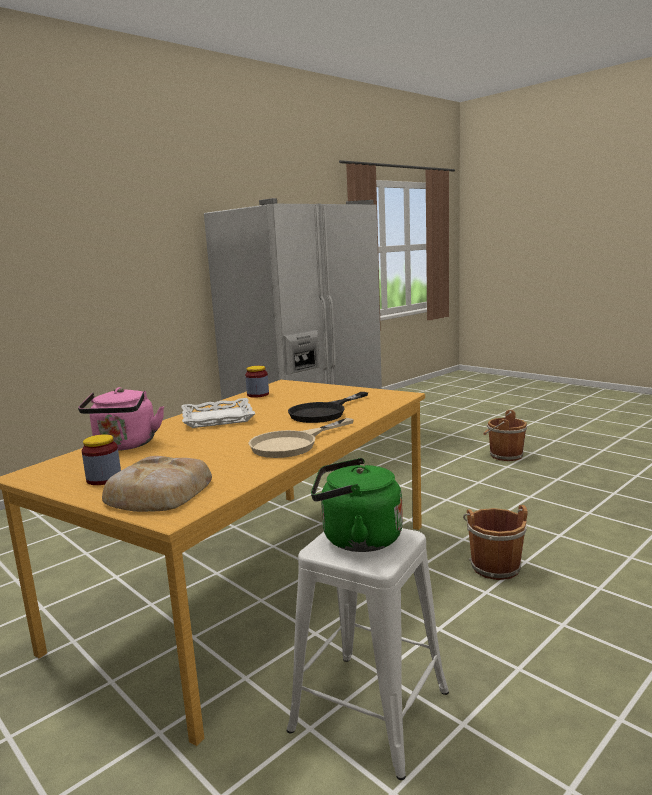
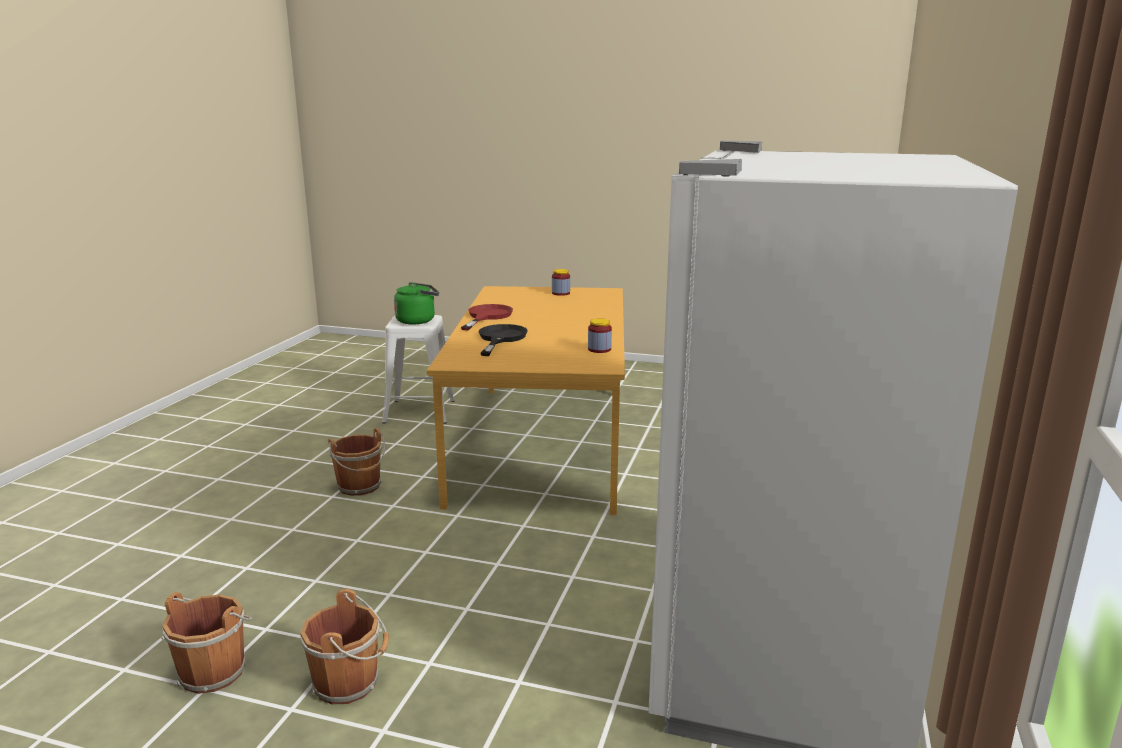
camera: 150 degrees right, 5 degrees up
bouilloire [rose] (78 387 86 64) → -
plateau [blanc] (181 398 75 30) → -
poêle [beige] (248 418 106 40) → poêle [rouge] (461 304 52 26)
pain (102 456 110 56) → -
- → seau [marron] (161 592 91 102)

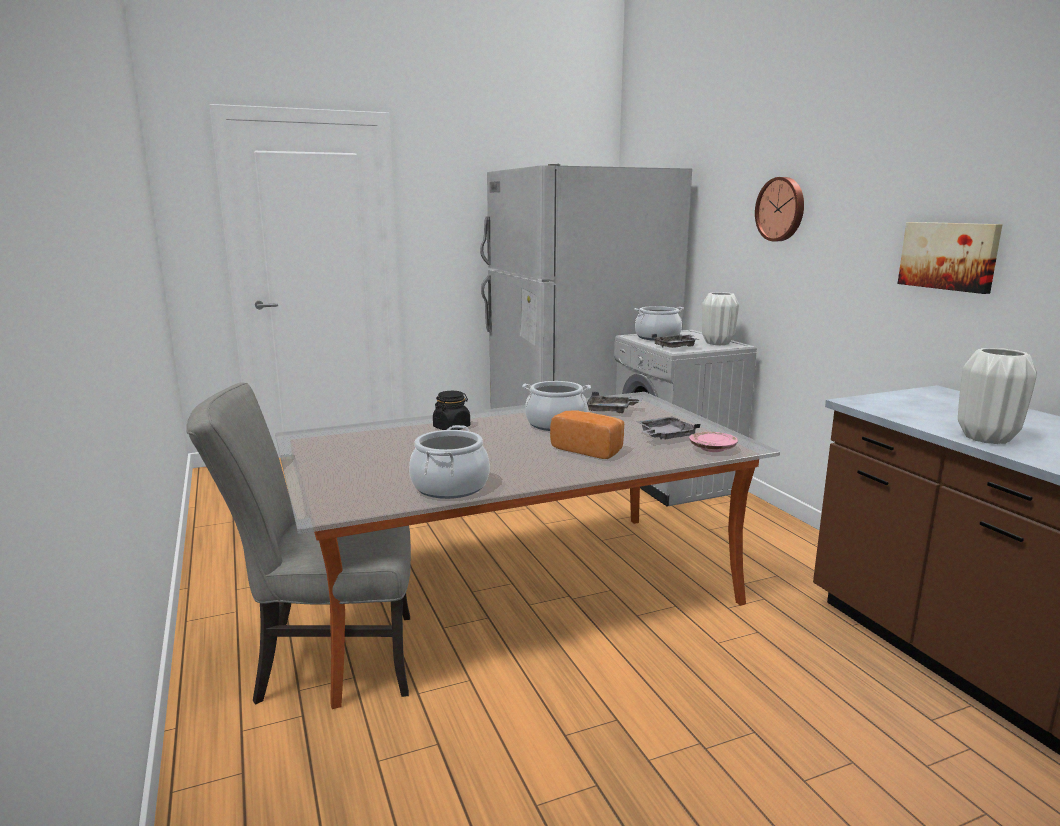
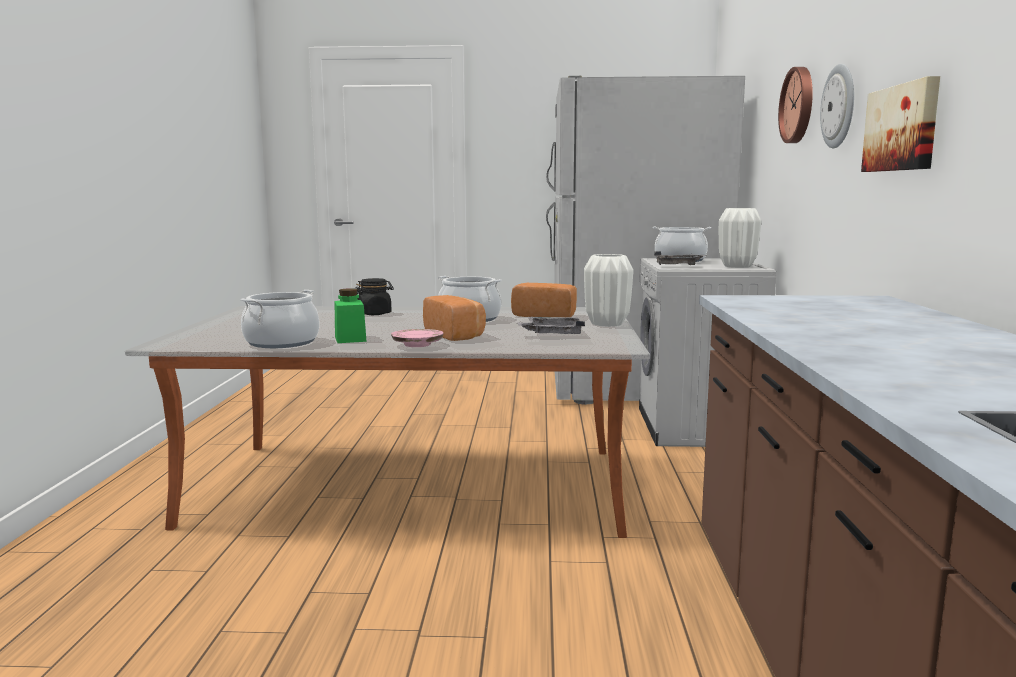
camera: 25 degrees right, 5 degrees down
vase [blanc] (958 348 79 96) → vase [blanc] (584 254 49 73), move
chaise [gris] (186 382 225 323) → -
plateau [gris] (587 392 56 21) → pain (511 283 66 34)
assiette [rose] (689 432 49 20) → assiette [rose] (391 329 52 18), move
- → horloge murale (820 64 34 84)
- → bocal [vert] (334 288 33 55)

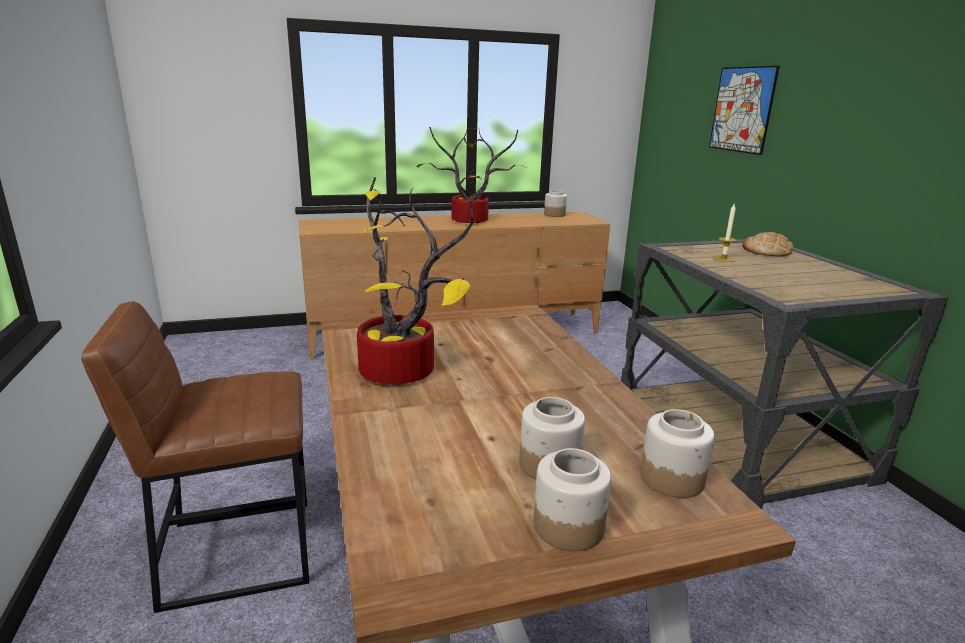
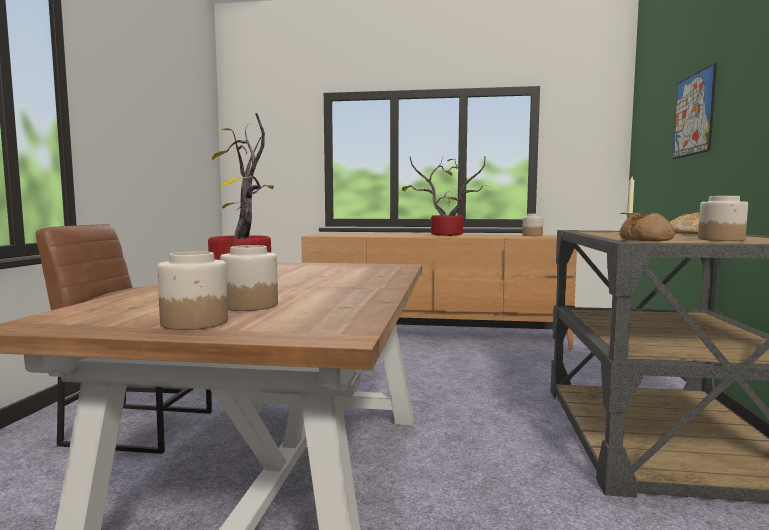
camera: 25 degrees right, 15 degrees down
bocal (640 409 75 89) → bocal (698 196 50 45), move
- → pain (620 213 55 28)

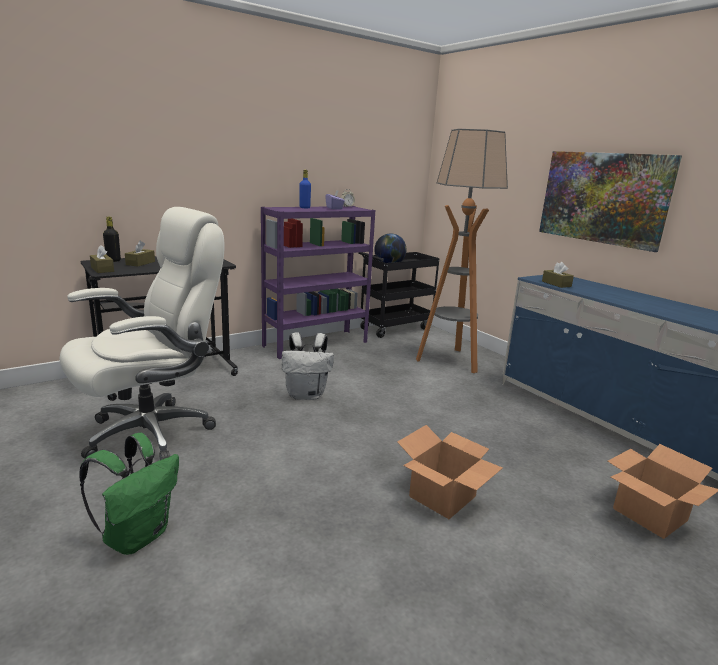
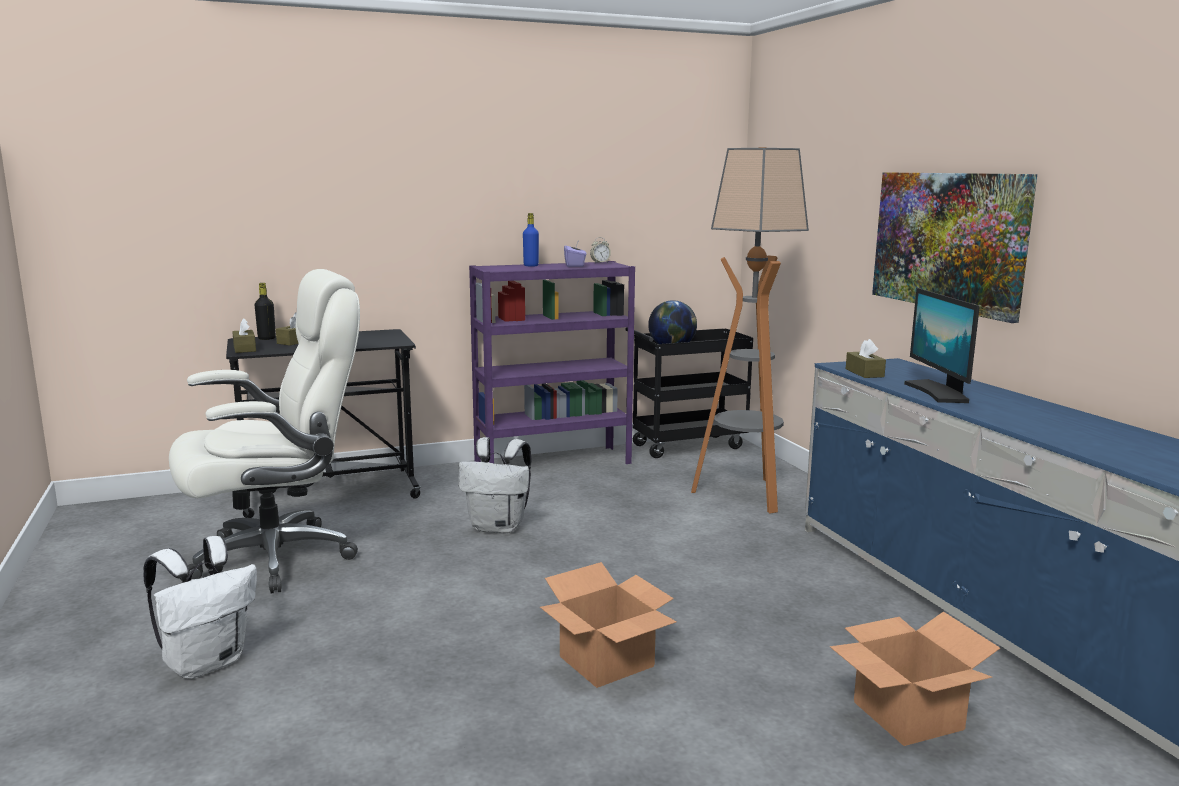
camera: 15 degrees right, 5 degrees down
sac à dos [vert] (79 433 100 122) → sac à dos [blanc] (143 536 114 143)
- → écran d'ordinateur (904 288 76 115)

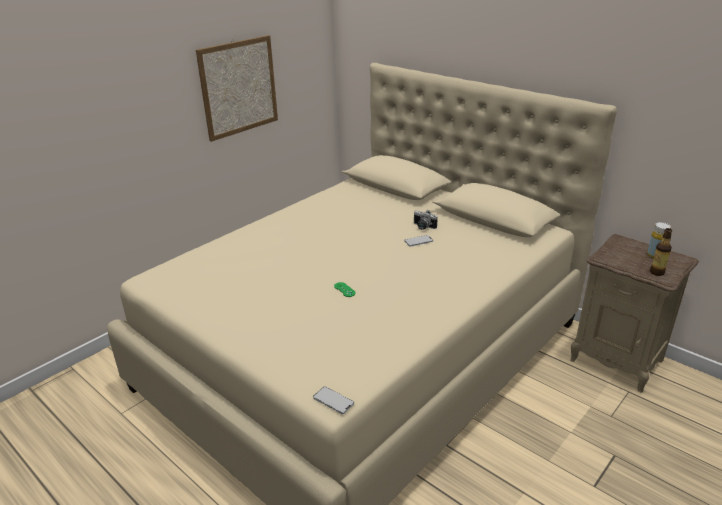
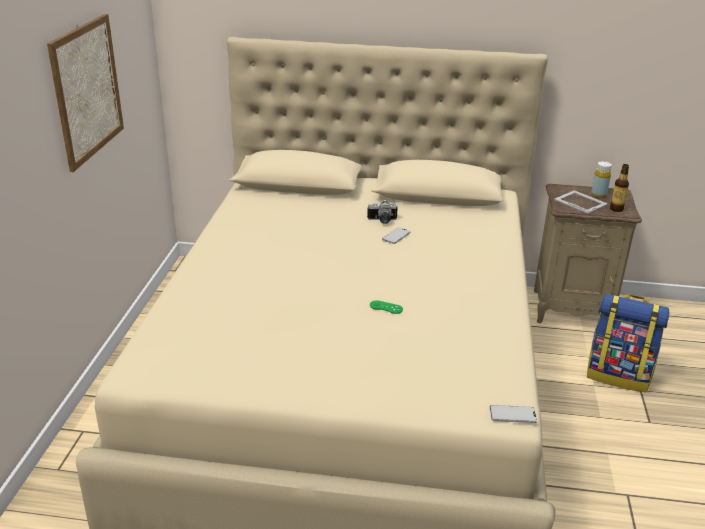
camera: 35 degrees left, 0 degrees up
- → cadre photo (554 190 54 24)
- → sac à dos (587 294 82 99)

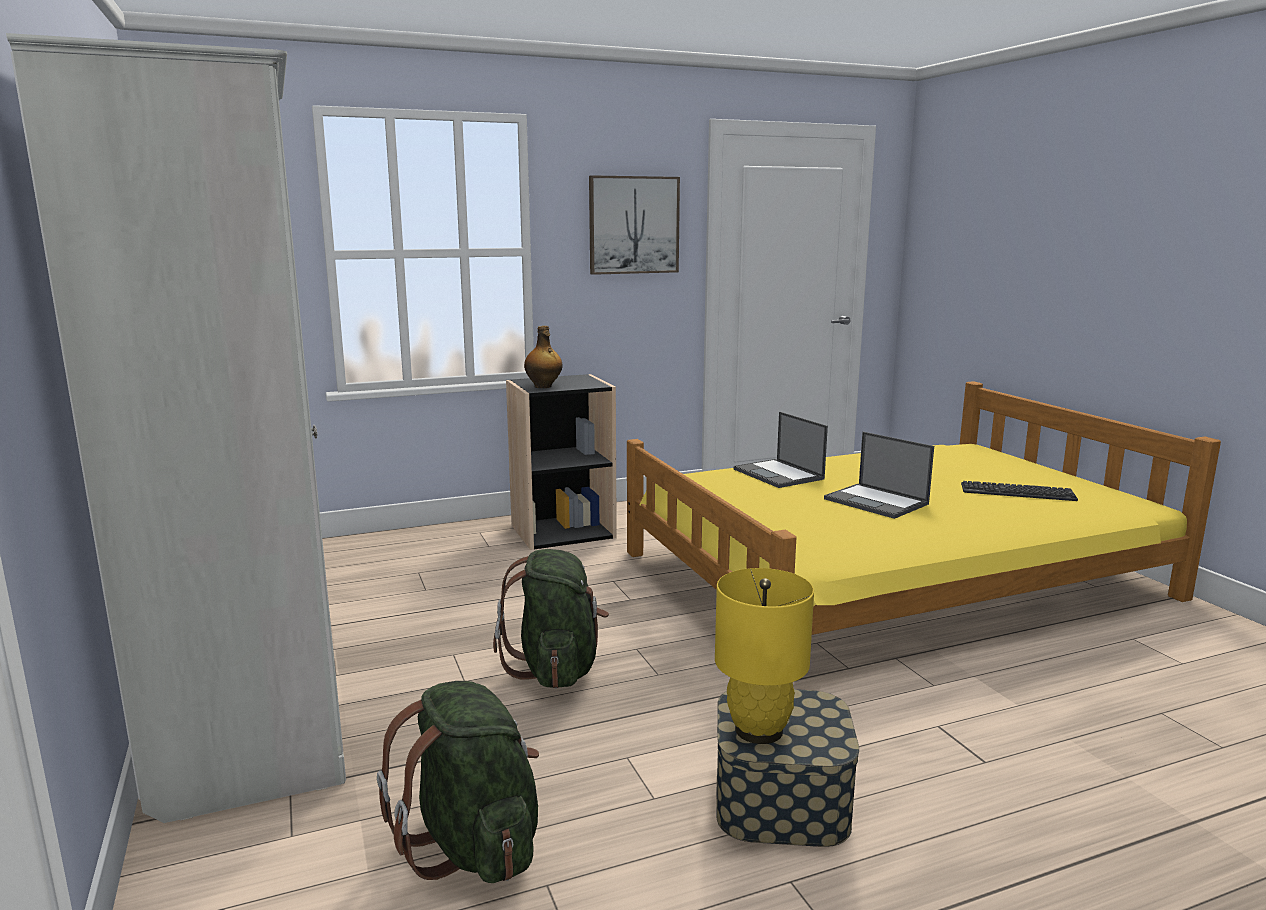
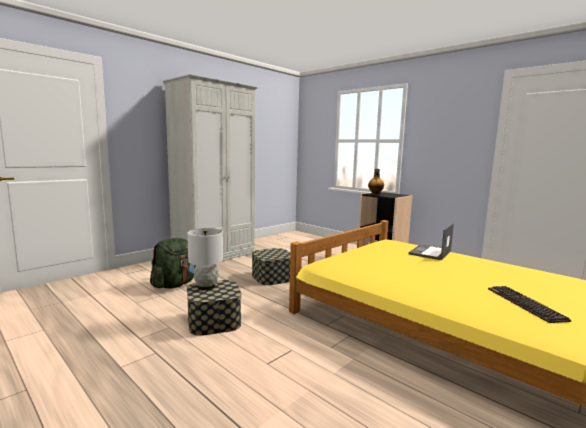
camera: 65 degrees right, 5 degrees down
tableau (589 175 91 100) → -
ordinateur portable (824 432 110 87) → -
sac à dos [vert] (493 549 116 139) → boîte de rangement (252 248 38 37)
lampe de table [jaune] (715 568 99 176) → lampe de table [blanc] (187 228 36 62)

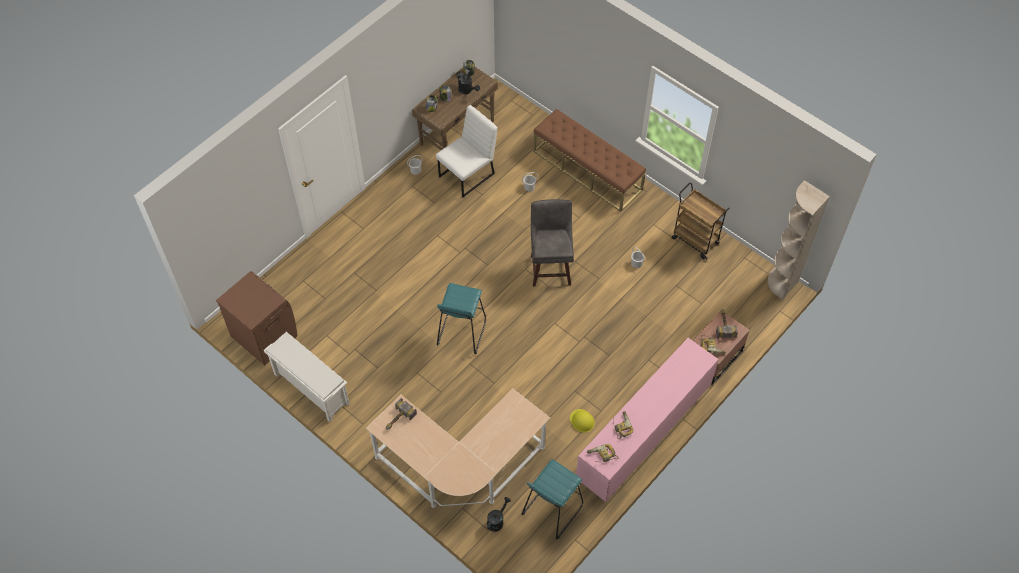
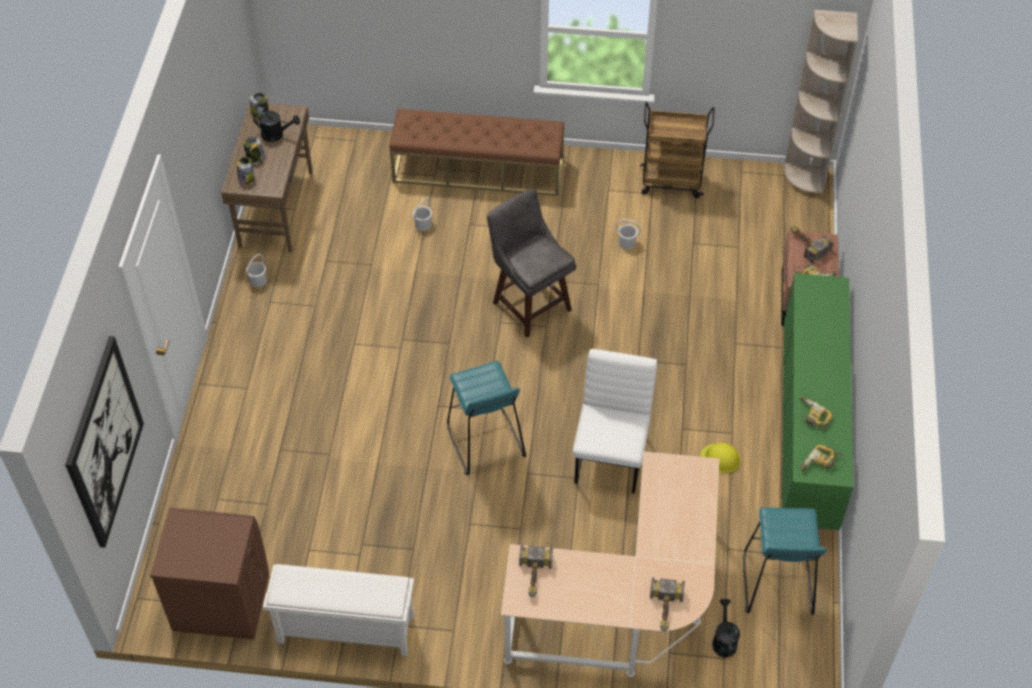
camera: 35 degrees left, 5 degrees down
chaise [blanc] (436 105 61 92) → chaise [blanc] (573 349 84 145), move
meuble de rangement [rose] (576 338 143 164) → meuble de rangement [vert] (782 273 72 257)
- → tableau (65 336 79 212)
- → marteau (650 577 35 55)

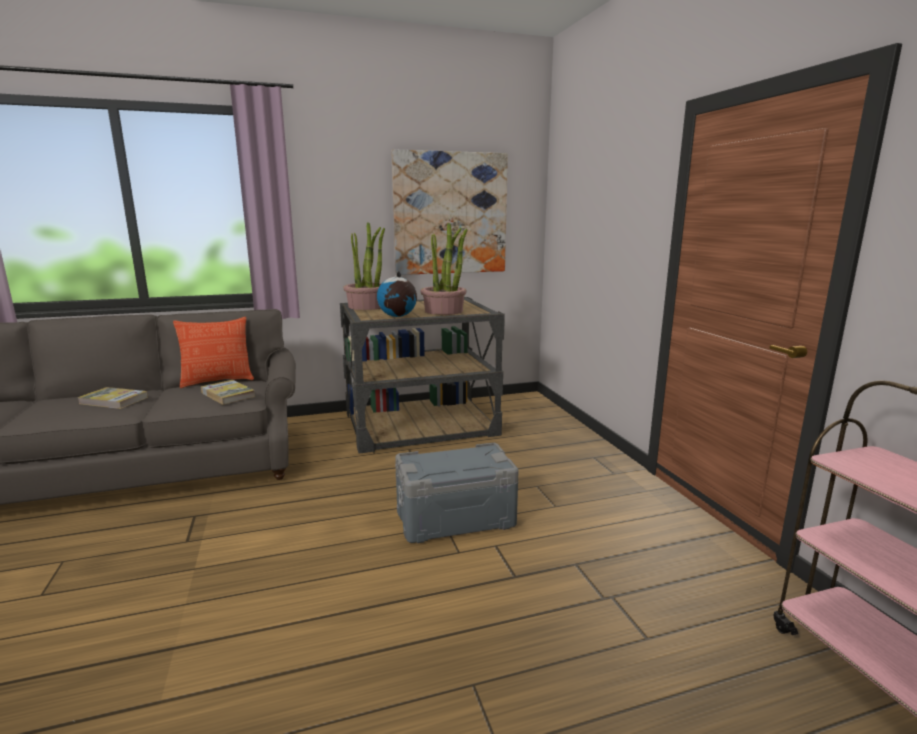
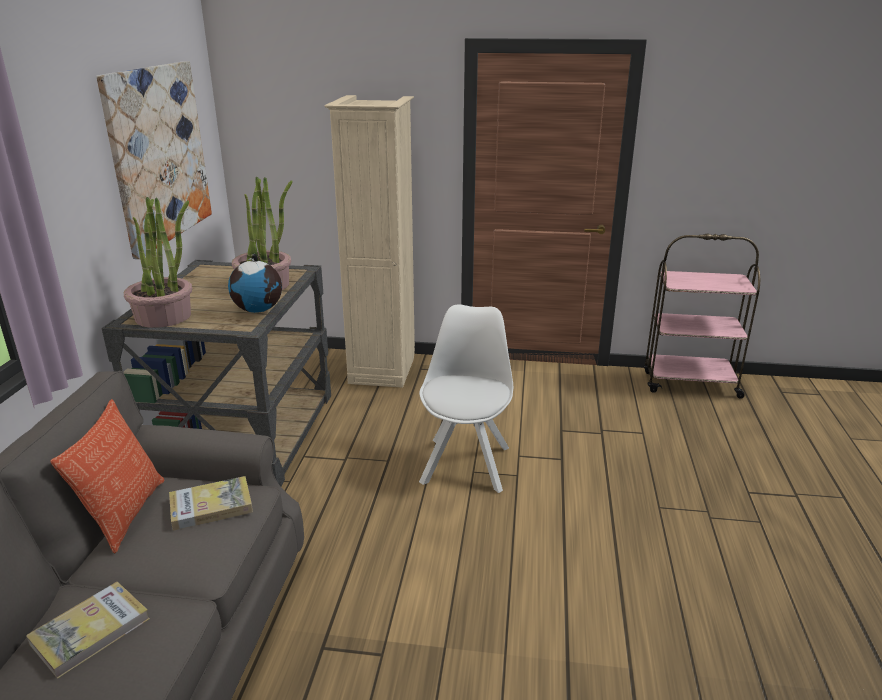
camera: 65 degrees left, 10 degrees up
boîte de rangement [gris] (395 443 124 100) → chaise [blanc] (419 304 94 189)
- → meuble de rangement [beige] (325 95 90 293)

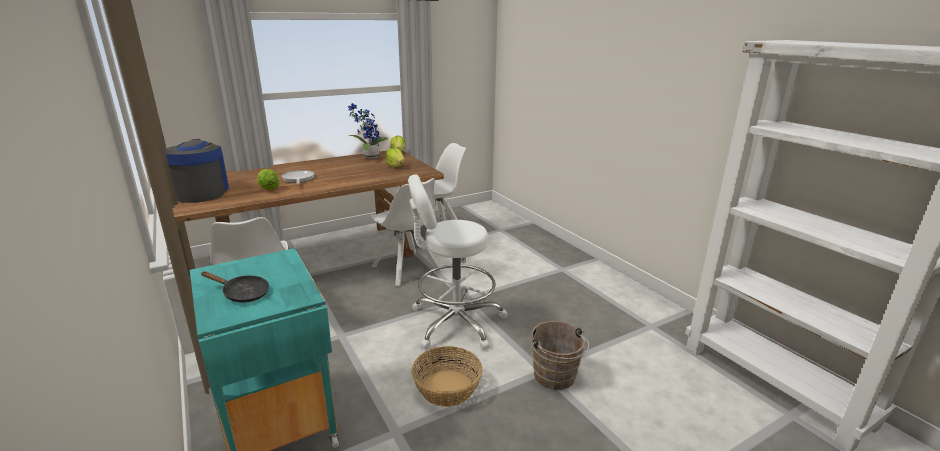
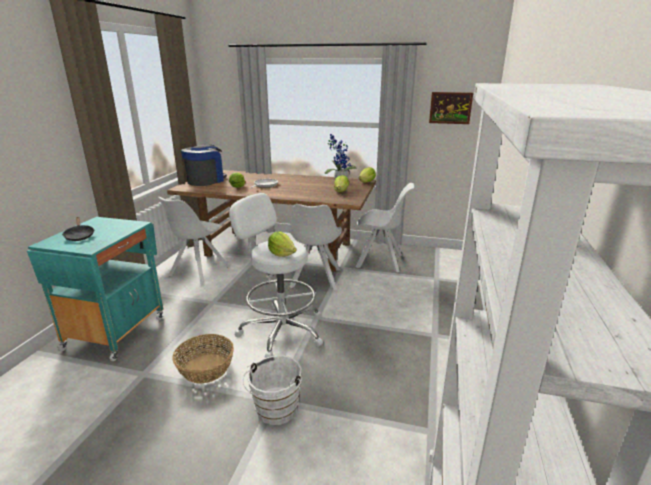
camera: 45 degrees right, 0 degrees up
seau [marron] (531 321 58 69) → seau [blanc] (243 355 59 70)
- → tableau (429 92 44 32)
- → laitue (268 231 28 26)

